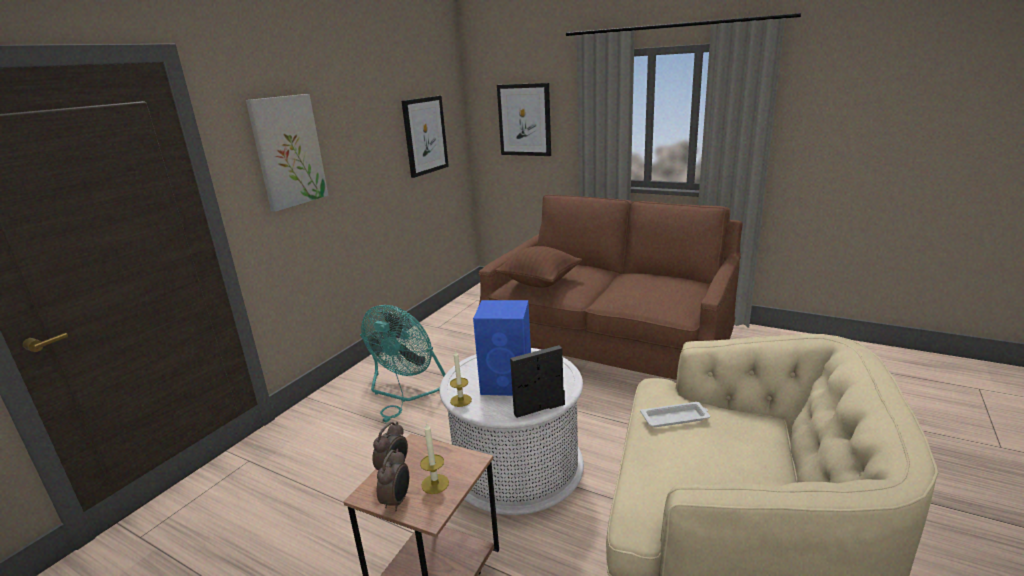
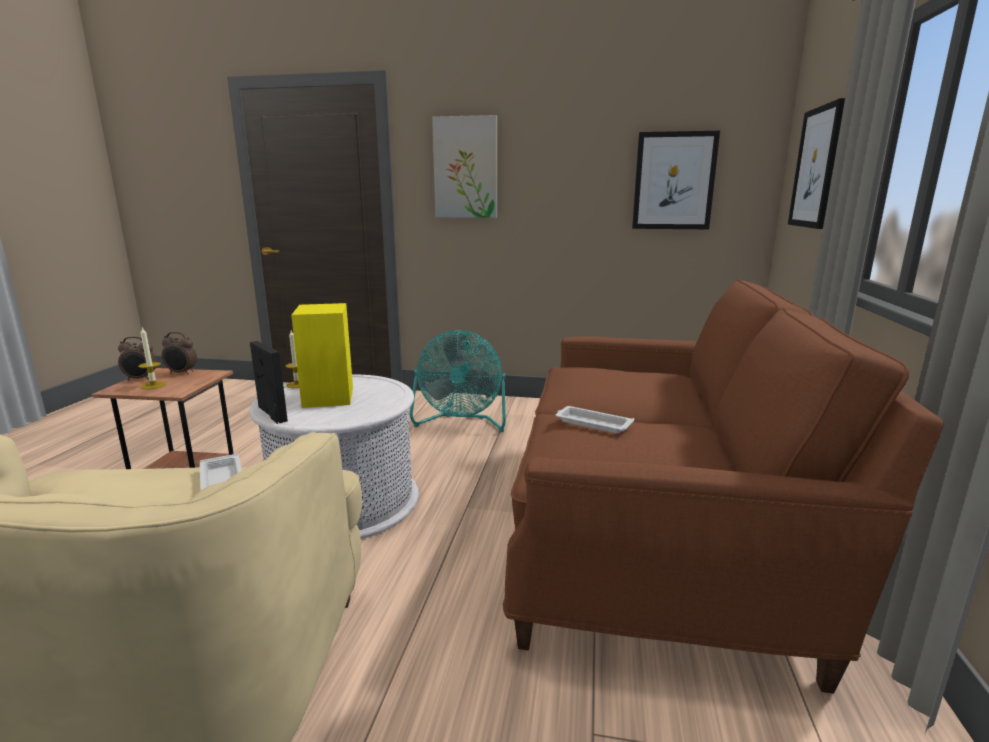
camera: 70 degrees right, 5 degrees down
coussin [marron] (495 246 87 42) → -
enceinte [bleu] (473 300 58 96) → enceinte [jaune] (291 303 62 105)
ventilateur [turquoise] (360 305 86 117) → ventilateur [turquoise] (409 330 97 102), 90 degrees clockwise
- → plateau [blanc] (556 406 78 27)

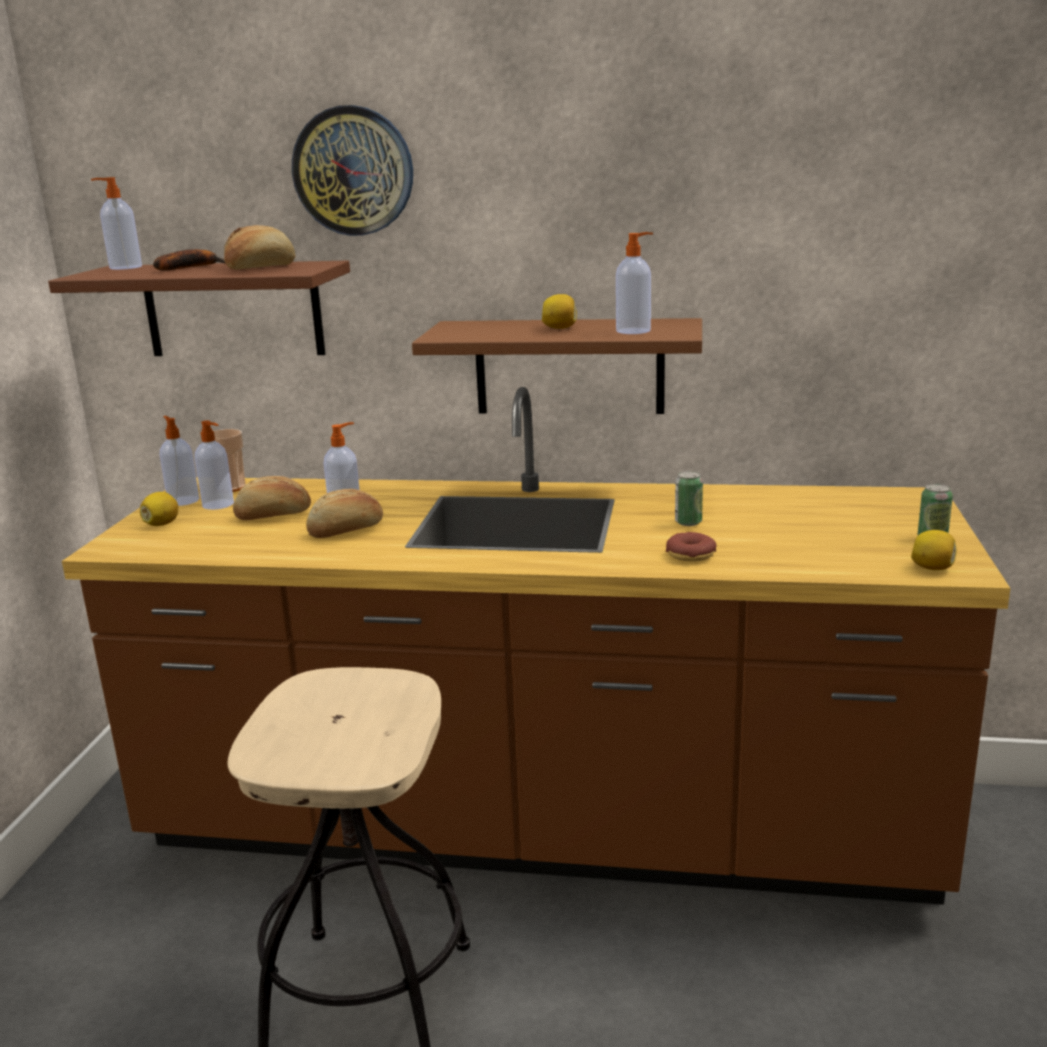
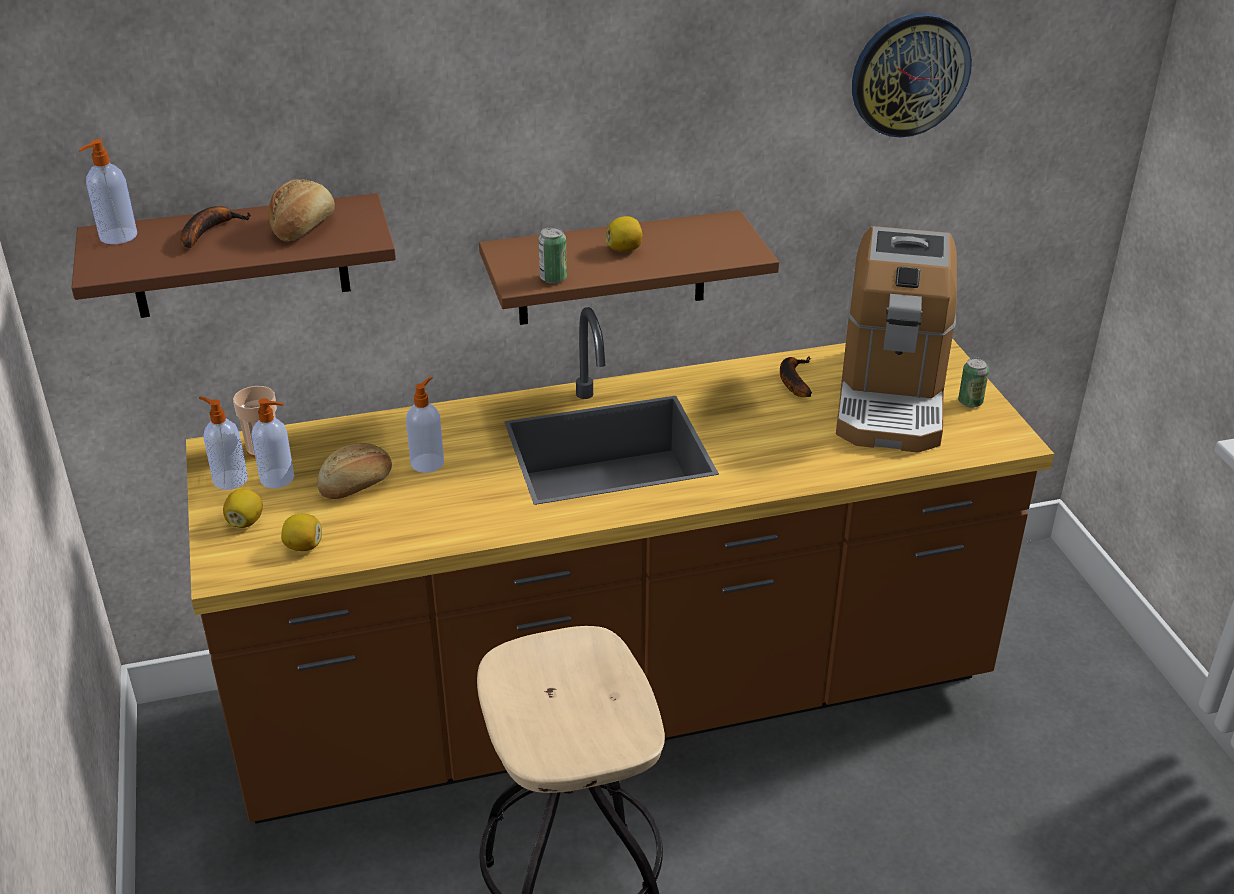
camera: 25 degrees left, 15 degrees up
horloge murale (292 105 121 131) → horloge murale (852 13 120 125), move
distributeur de savon (616 232 37 102) → -
boîte métallique (675 471 28 55) → boîte métallique (538 227 29 57), move
pain (306 489 77 49) → -
citron (911 530 46 40) → citron (281 514 41 37), move
beignet (666 532 50 30) → -
- → machine à café (836 226 121 227)
- → banane (780 356 32 41)

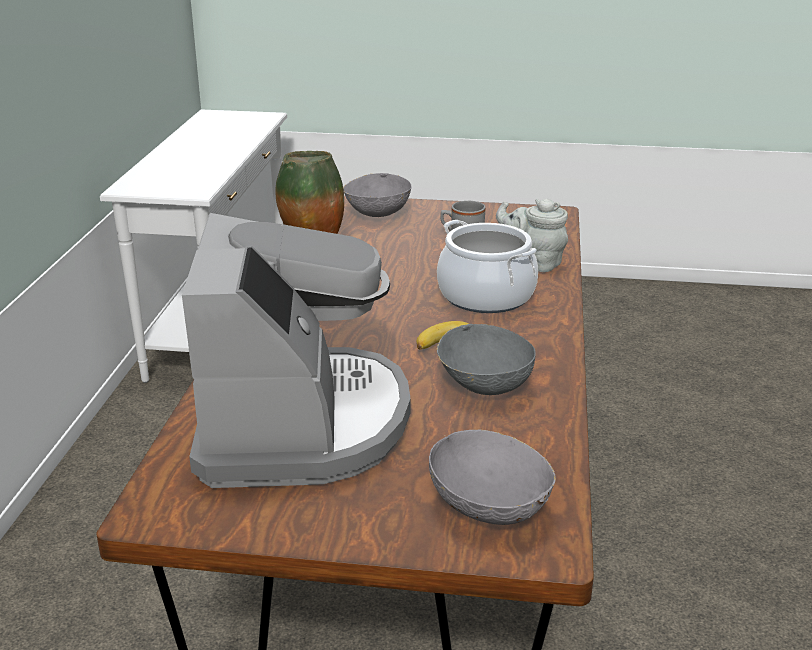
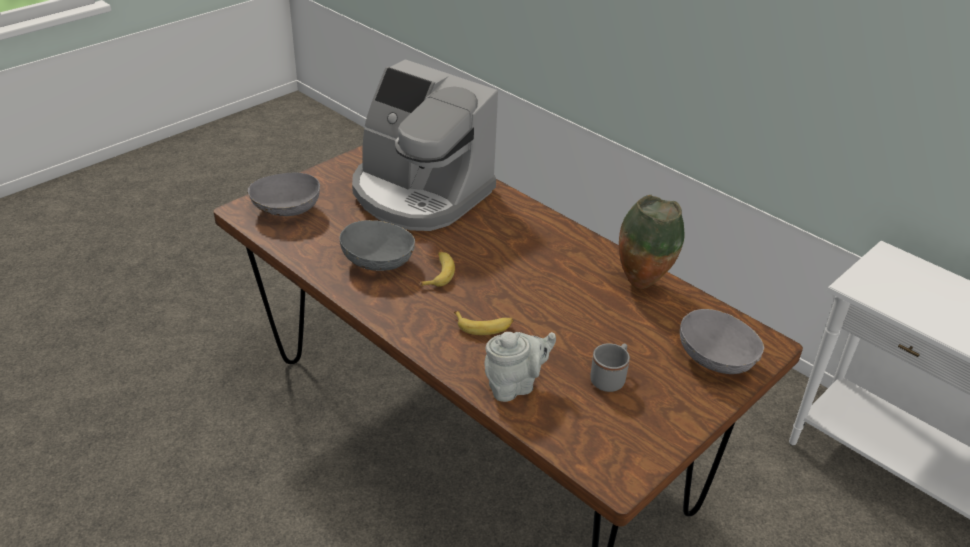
camera: 125 degrees right, 10 degrees up
marmite (437 220 101 93) → banane (454 311 60 24)

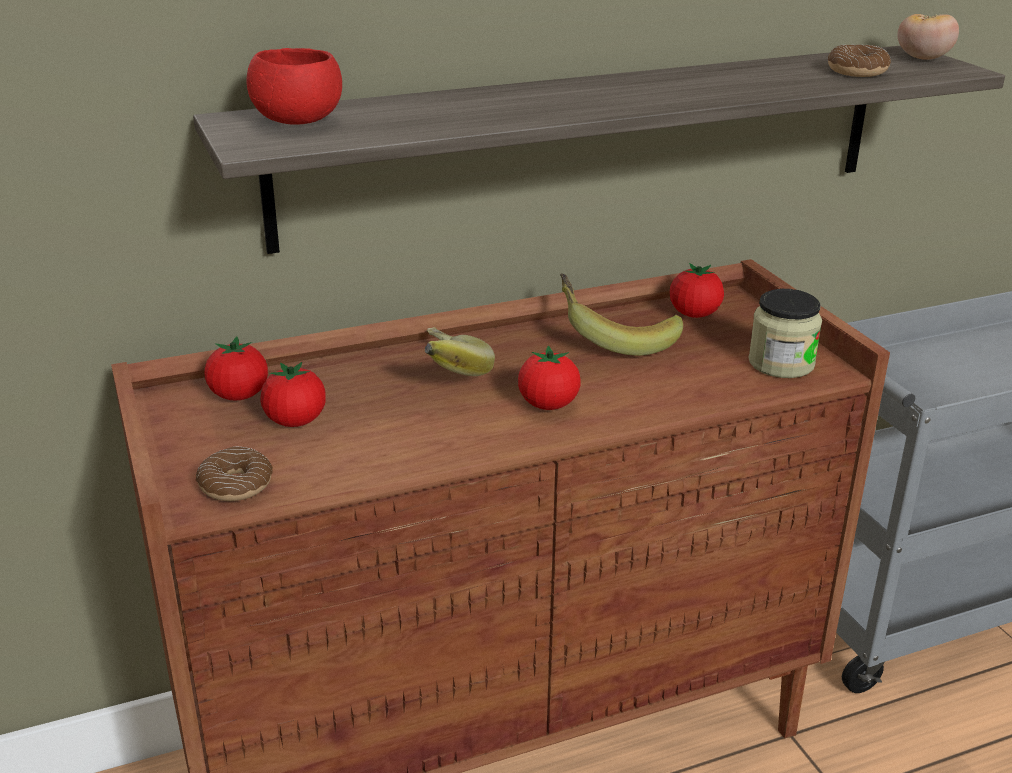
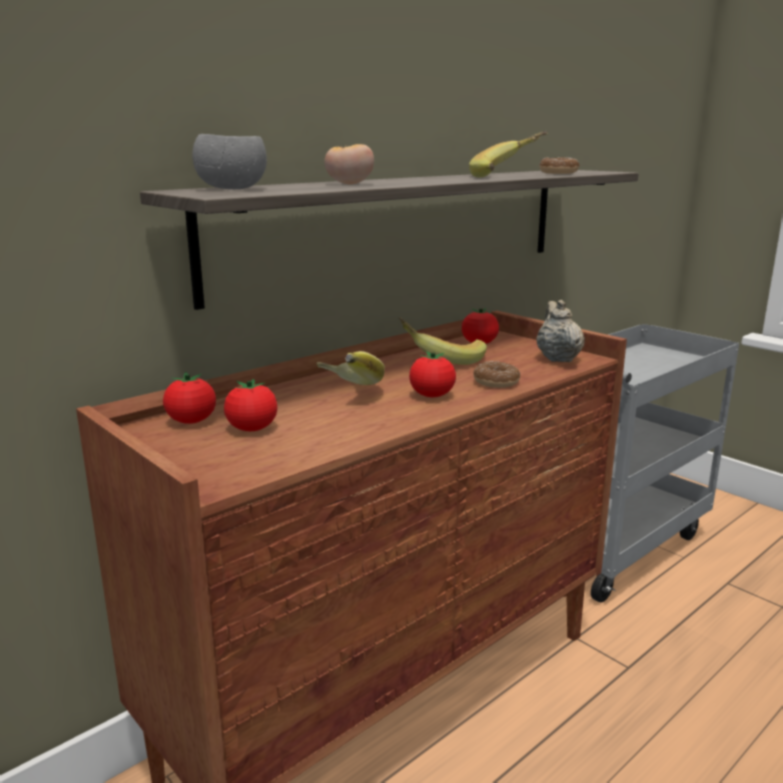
camera: 20 degrees left, 10 degrees down
tomate (897 14 62 46) → tomate (324 144 50 40), move
bol [rouge] (247 48 95 77) → bol [gris] (192 134 75 55)
bocal (749 289 73 89) → théière [beige] (536 300 49 62)
beignet (196 446 77 55) → beignet (473 361 47 27), move
- → banane (469 131 79 46)

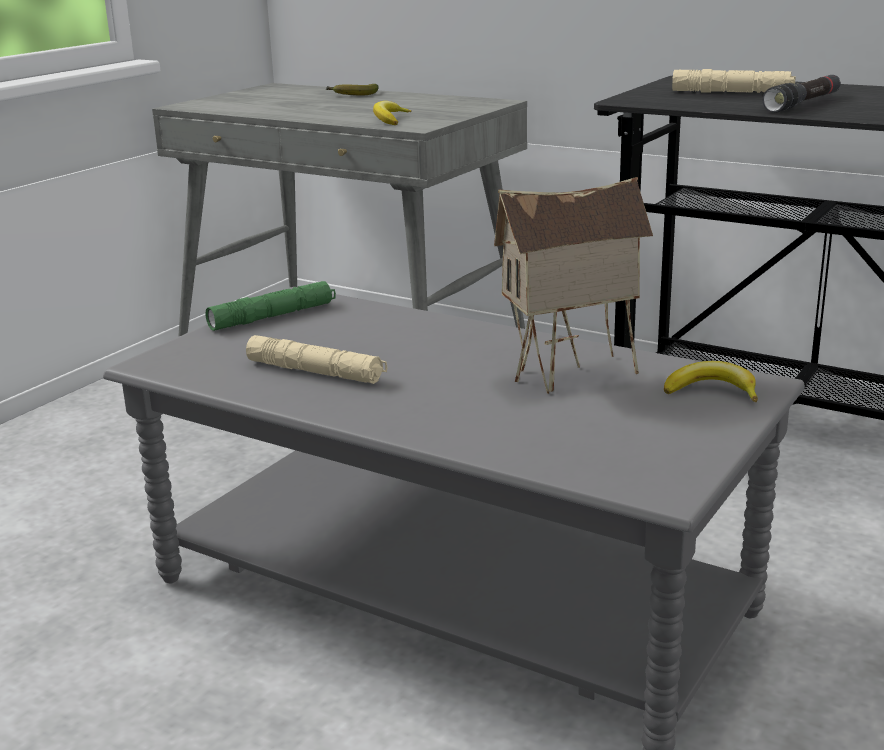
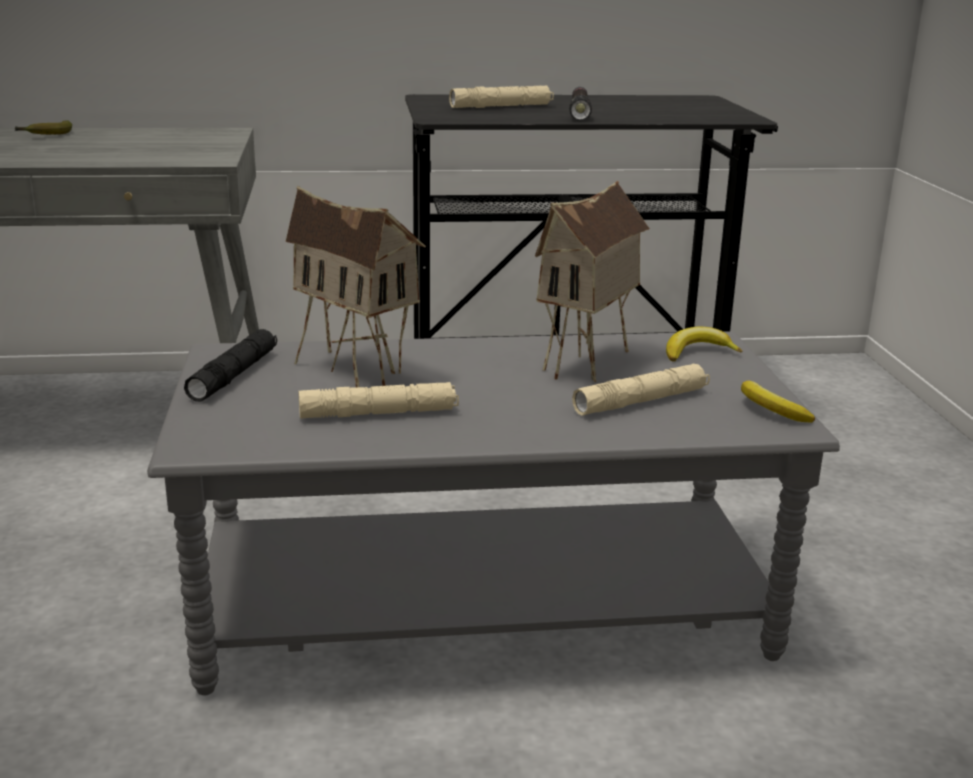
camera: 40 degrees left, 0 degrees up
banane (373 101 39 24) → banane (741 381 74 42), move
lampe de poche [vert] (206 281 130 50) → lampe de poche [noir] (184 329 93 73)
- → maison miniature (286 186 140 201)
- → lampe de poche [beige] (572 364 138 52)

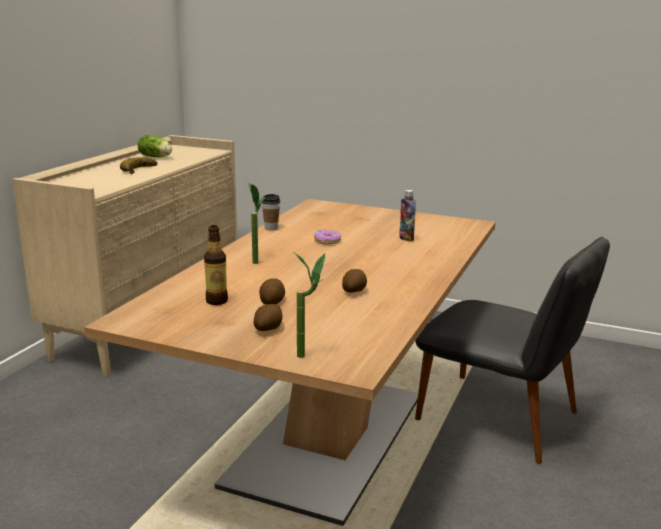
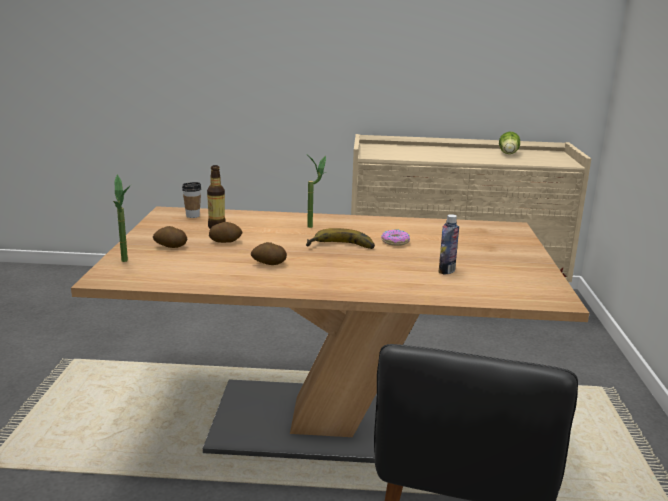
camera: 70 degrees right, 0 degrees up
banane (120 157 37 17) → banane (306 228 69 21), move
tasse (262 194 18 37) → tasse (182 182 19 36), move

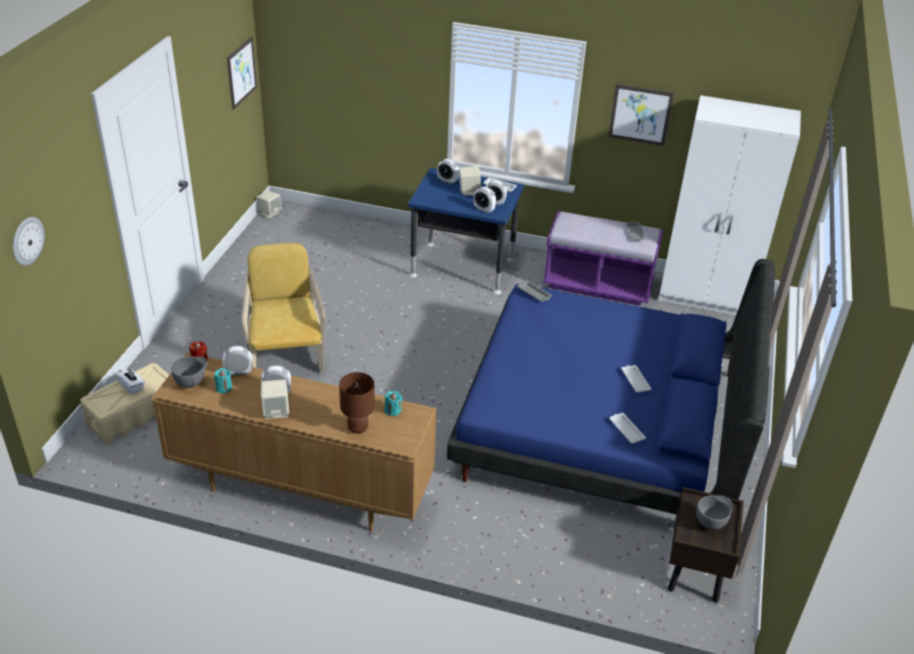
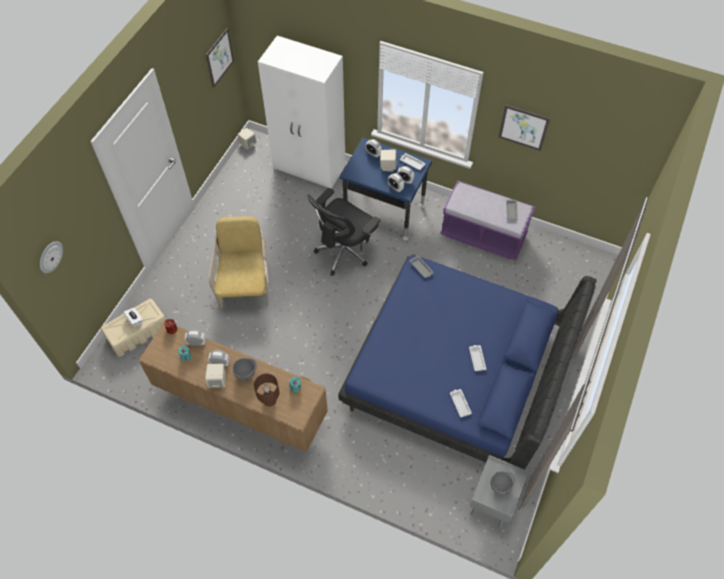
camera: 10 degrees right, 20 degrees up
armoire [blanc] (658 95 143 220) → armoire [blanc] (258 36 88 153), move
bol [gris] (171 356 36 32) → bol [gris] (233 358 24 23), move
table de chevet [marron] (668 487 76 116) → table de chevet [gris] (470 455 58 73)
- → chaise de bureau (308 188 72 88)

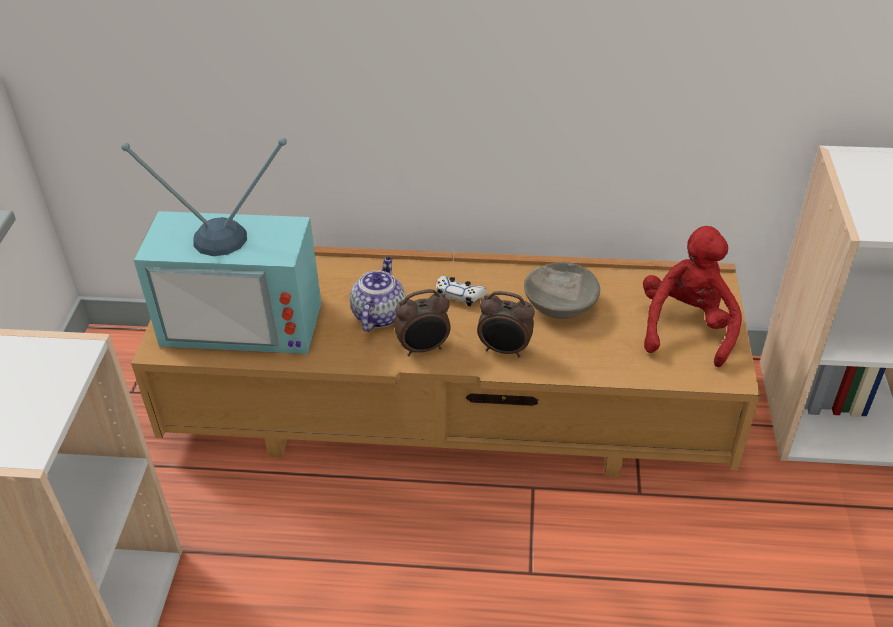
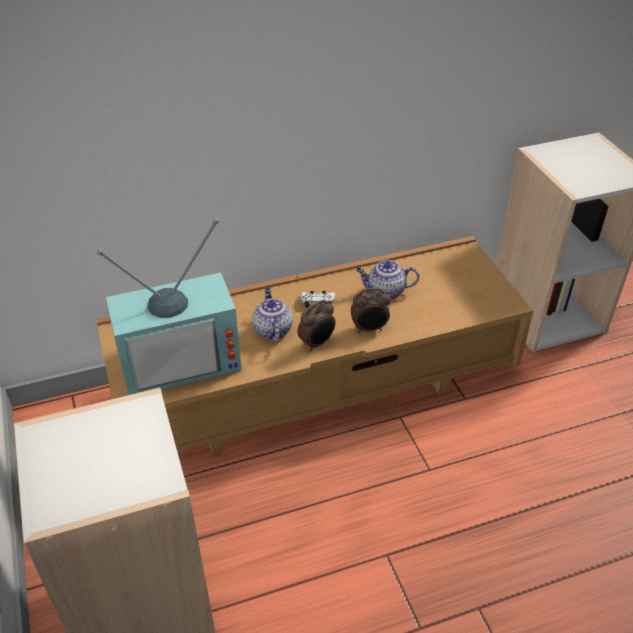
camera: 25 degrees left, 0 degrees up
peluche [rouge] (643 226 99 141) → -
bol [gris] (524 262 76 57) → théière (356 260 63 39)

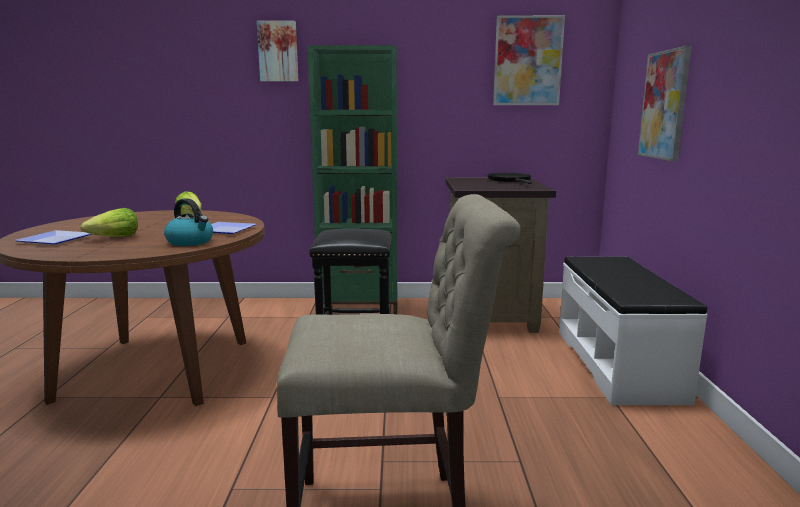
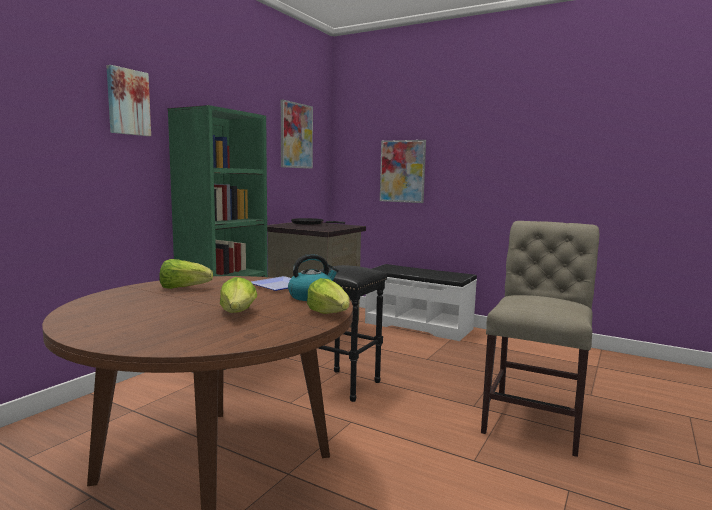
camera: 60 degrees left, 5 degrees down
assiette (15 230 76 14) → -
- → laitue (307 278 43 36)

